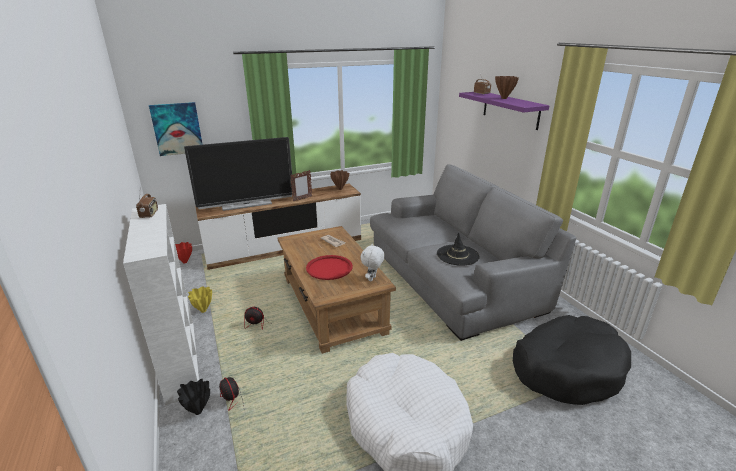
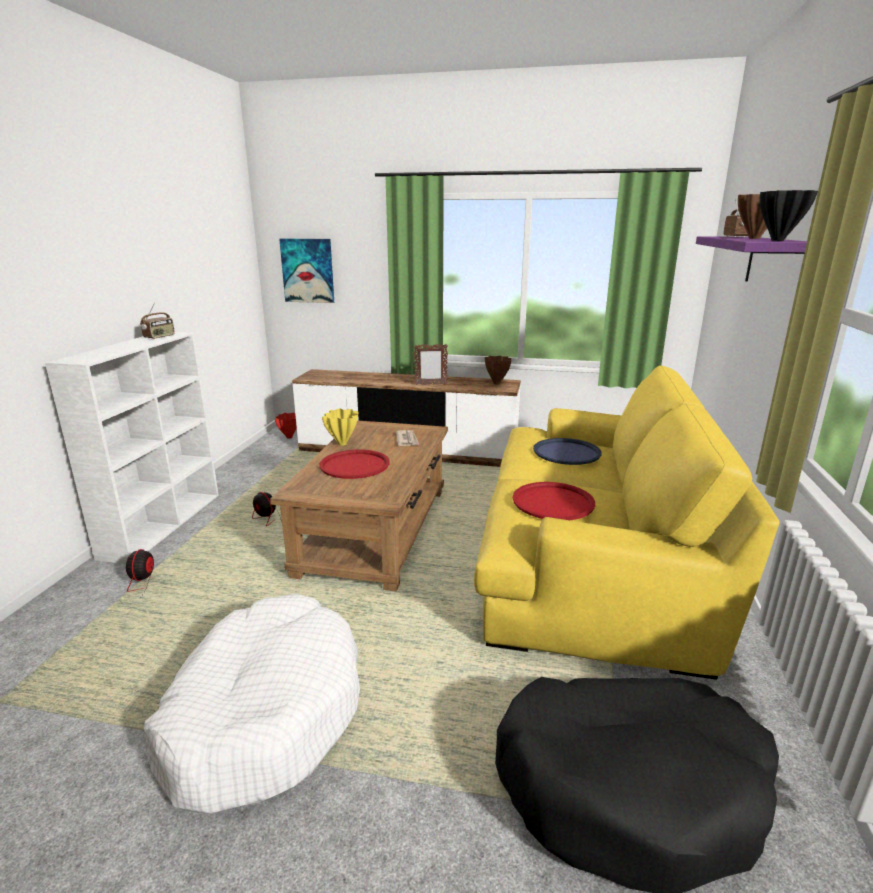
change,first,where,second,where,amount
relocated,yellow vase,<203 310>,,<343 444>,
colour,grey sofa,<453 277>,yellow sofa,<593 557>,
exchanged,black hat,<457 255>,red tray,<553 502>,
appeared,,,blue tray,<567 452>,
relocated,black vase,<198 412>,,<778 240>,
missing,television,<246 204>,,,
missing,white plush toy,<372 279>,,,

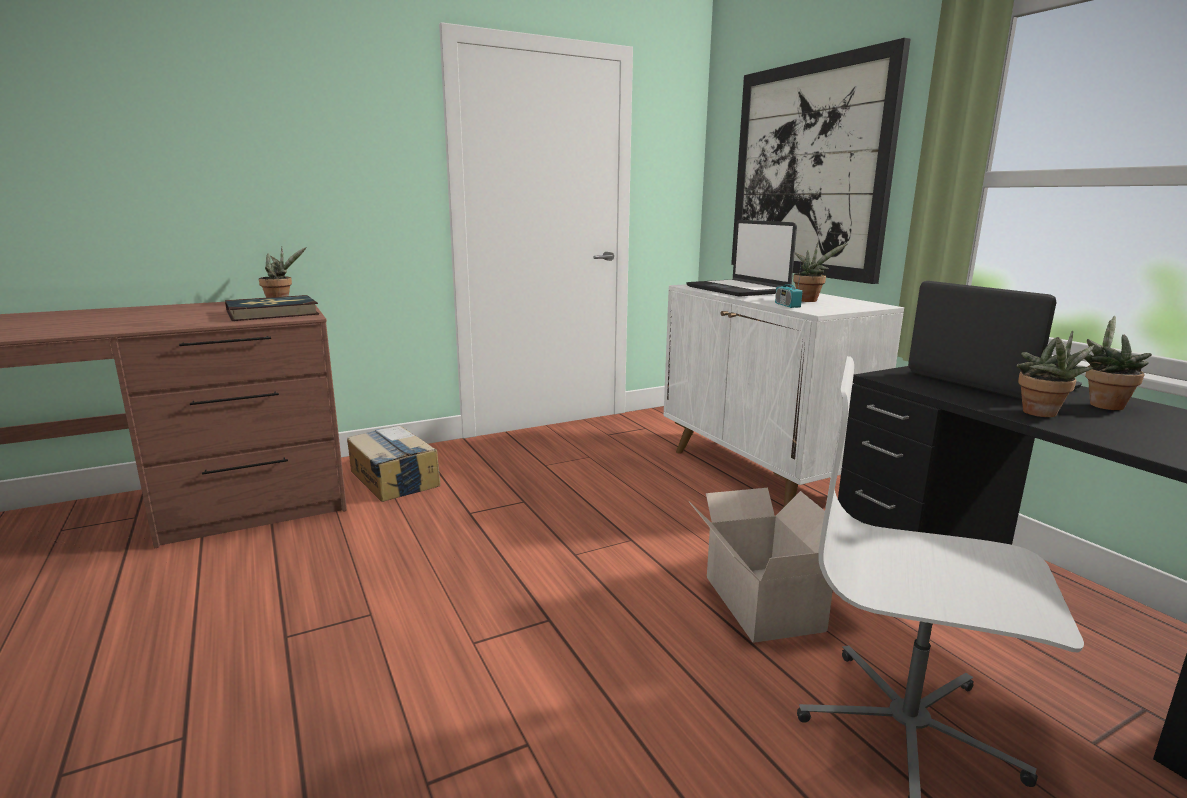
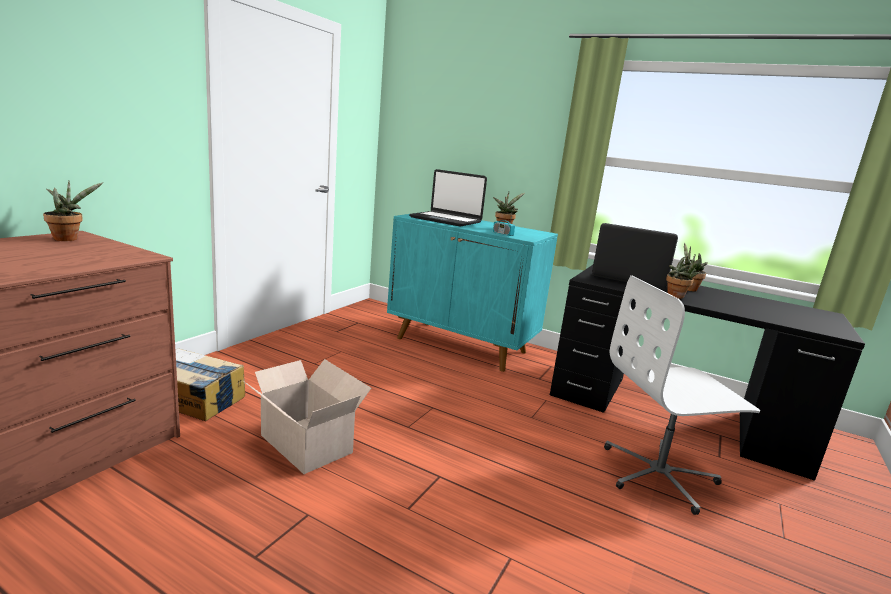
change,first,where,second,where,amount
relocated,cardboard box,<762 600>,,<305 442>,
colour,white cabinet,<760 473>,turquoise cabinet,<462 345>,
missing,book,<272 313>,,,
missing,picture,<808 170>,,,

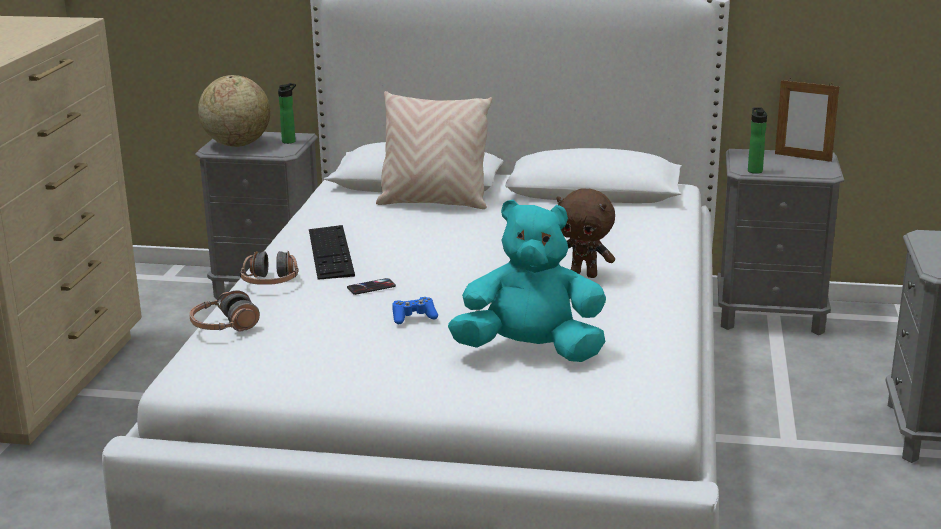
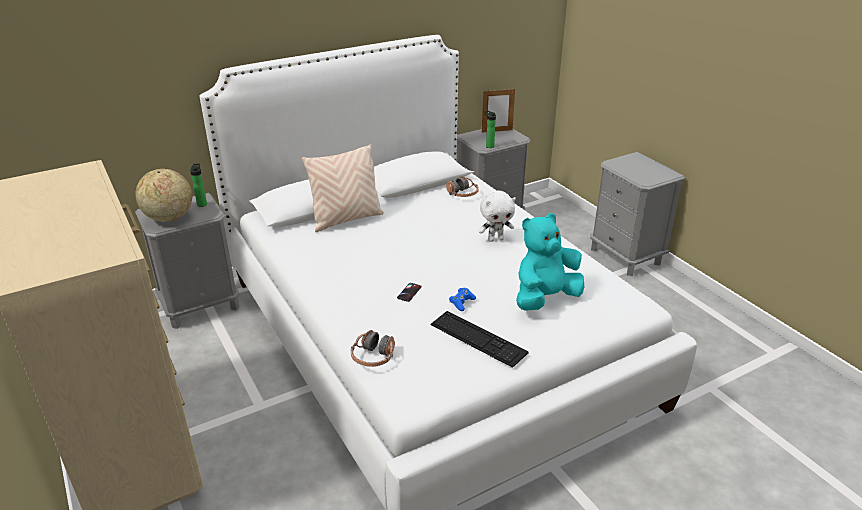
change,first,where,second,where,amount
relocated,keyboard,<330 252>,,<478 338>,
relocated,headphones,<270 282>,,<462 194>,
colour,brown plush toy,<584 274>,white plush toy,<495 239>,

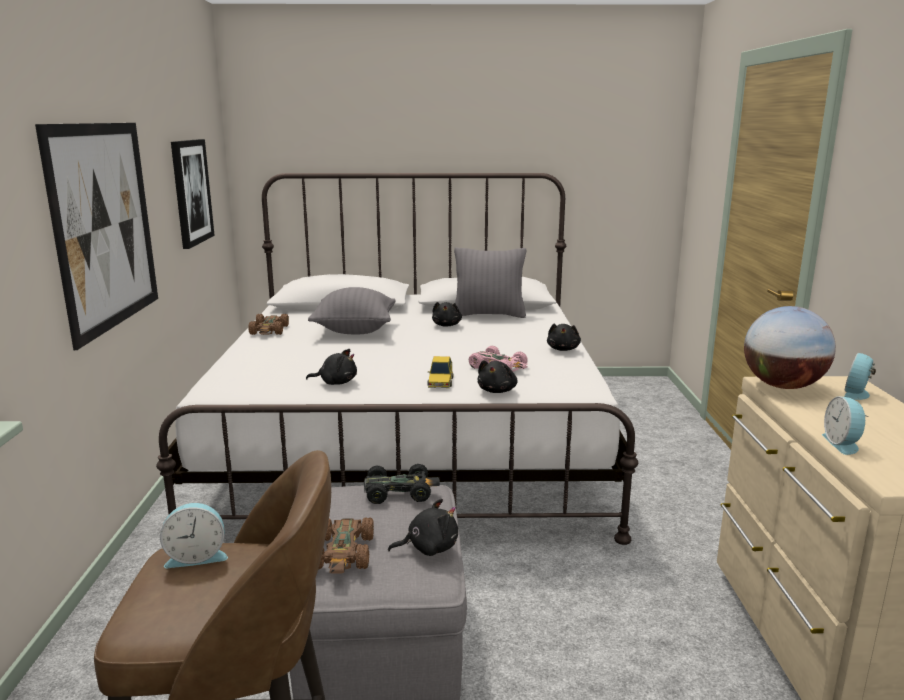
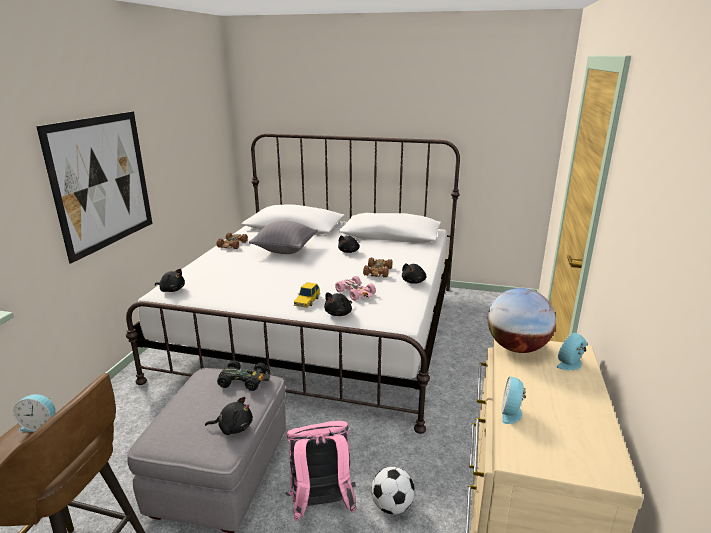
change,first,where,second,where,amount
relocated,black plush toy,<336 382>,,<171 290>,
appeared,,,pink backpack,<321 505>,
relocated,brown toy car,<344 553>,,<378 272>,
appeared,,,football,<392 506>,
missing,picture,<191 192>,,,
missing,grey pillow,<489 314>,,,

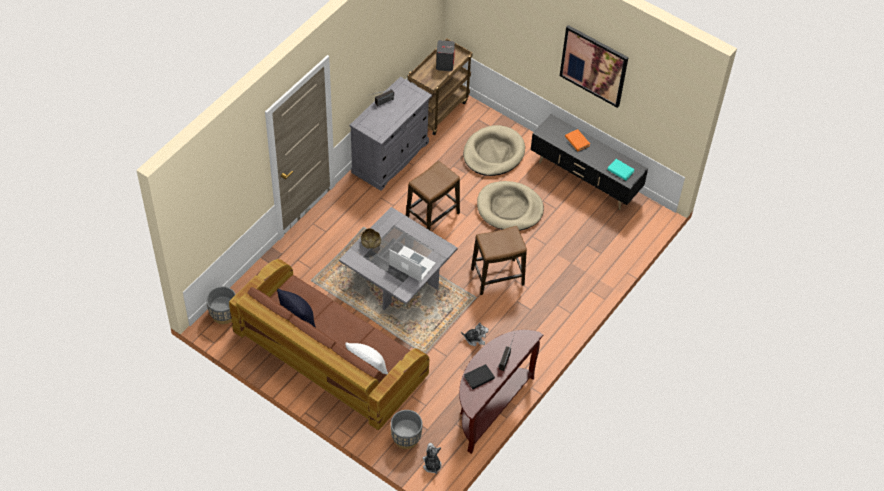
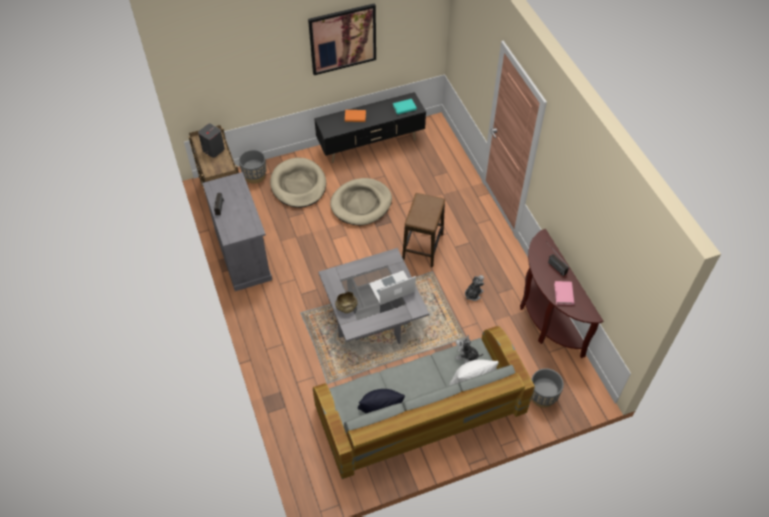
change,first,where,second,where,amount
relocated,grey planter,<223 314>,,<255 176>,
colour,brown sofa,<329 356>,grey sofa,<420 412>,
relocated,plush toy,<431 464>,,<466 356>,
colour,black book,<479 378>,pink book,<564 294>,
missing,stool,<432 216>,,,

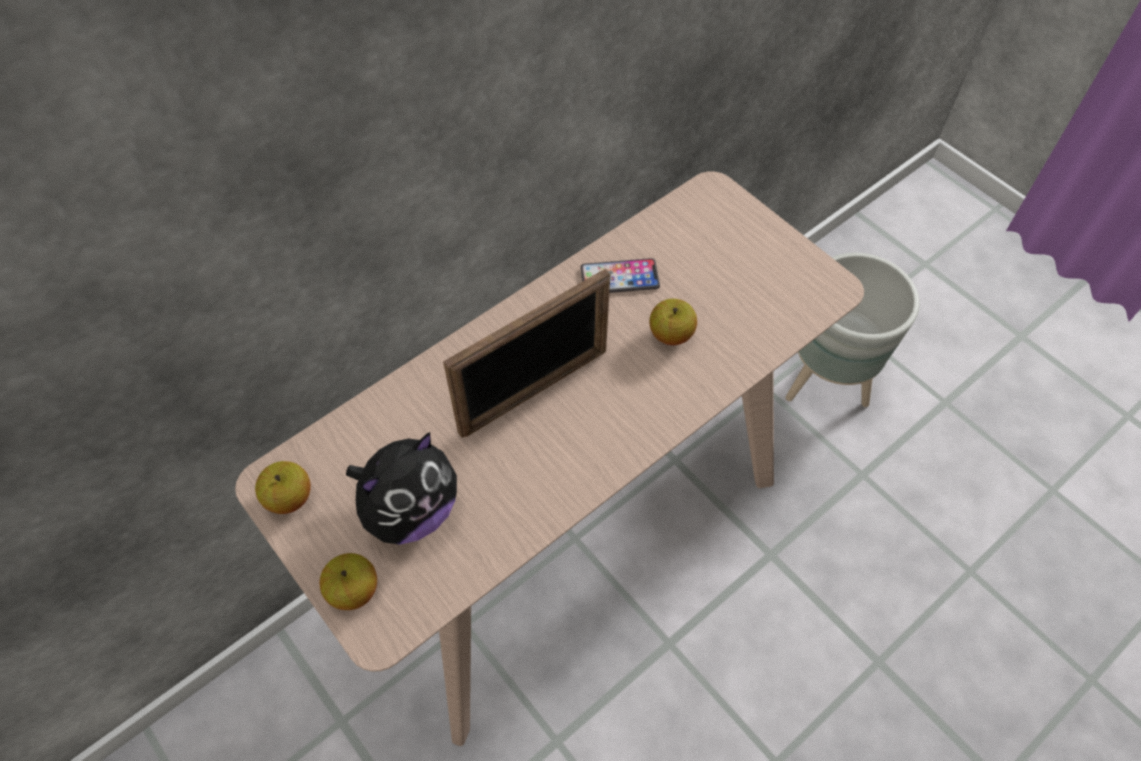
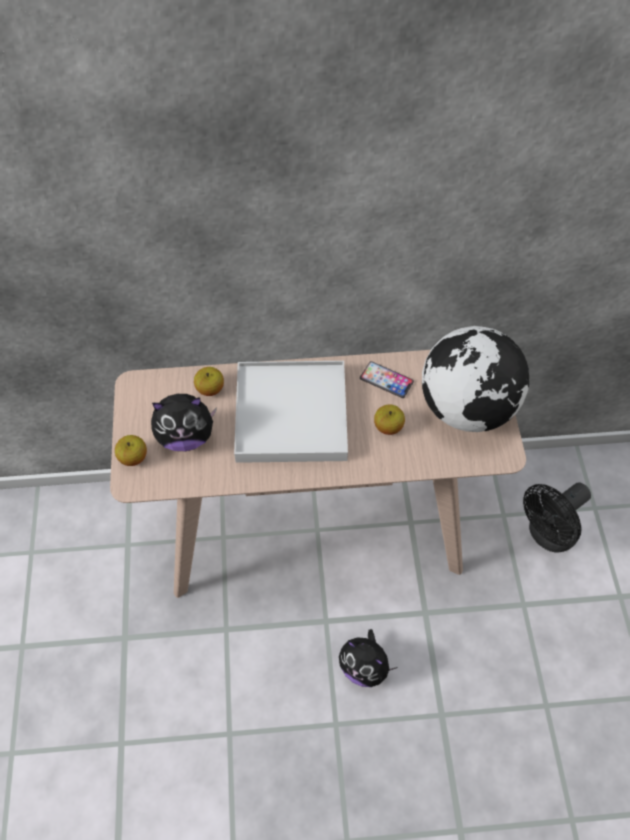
change,first,where,second,where,amount
relocated,apple,<289 498>,,<210 389>,
exchanged,picture frame,<534 391>,white tray,<291 414>,
appeared,,,plush toy,<364 667>,
appeared,,,globe,<467 408>,
exchanged,grey planter,<827 382>,black fan,<547 535>,

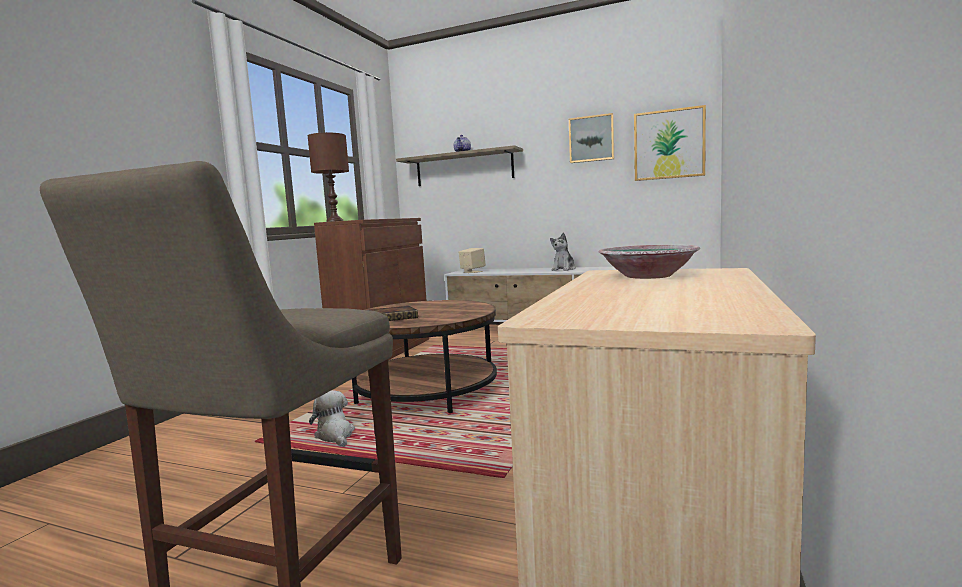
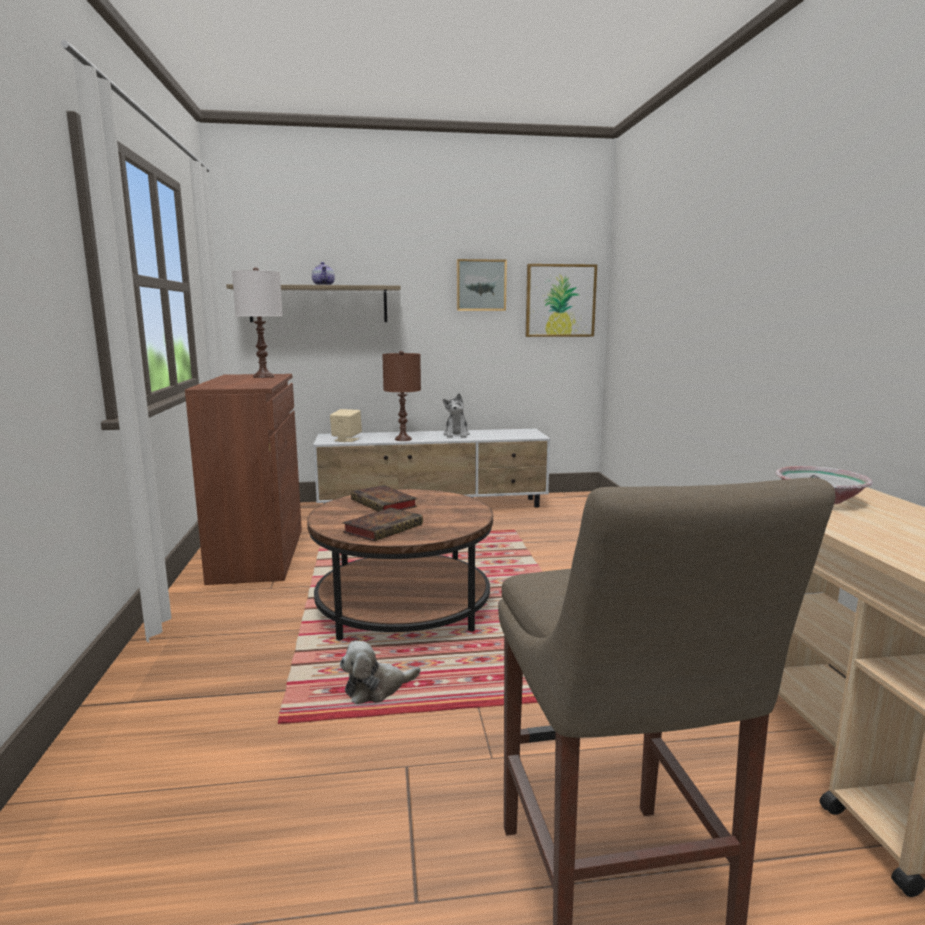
change,first,where,second,where,amount
appeared,,,white table lamp,<263 377>,
spun,plush toy,<335 435>,,<376 689>,60 degrees counterclockwise
appeared,,,book,<385 504>,
relocated,brown table lamp,<335 221>,,<403 439>,

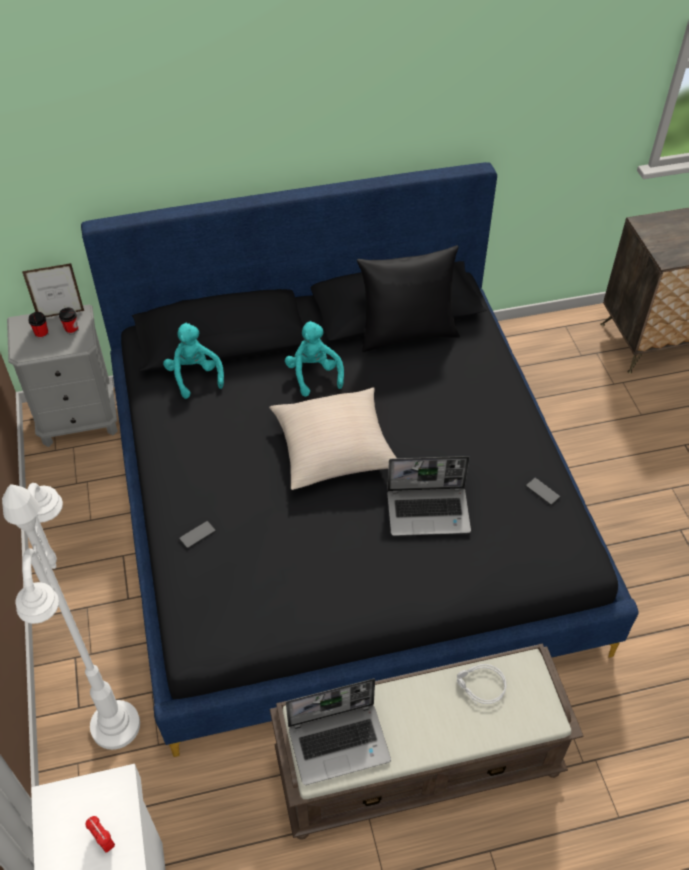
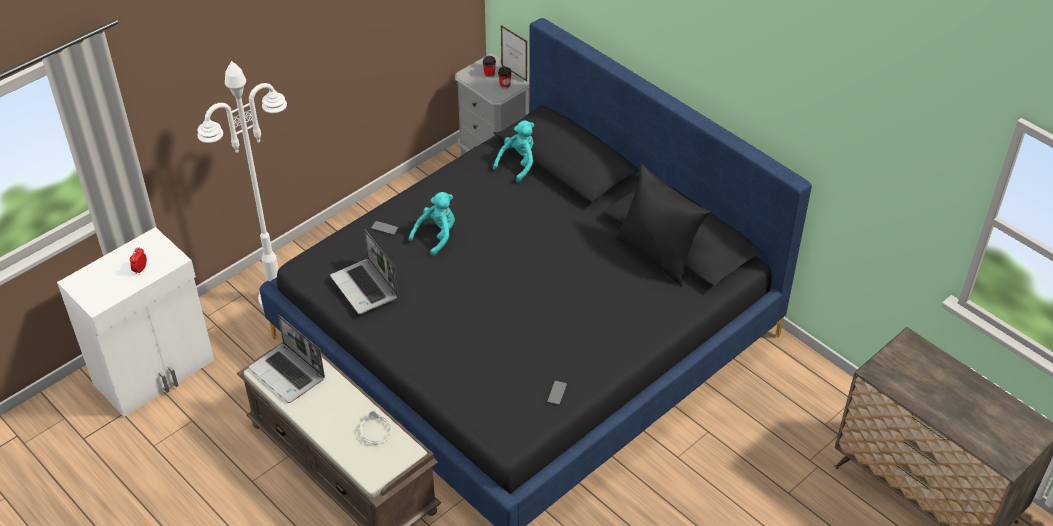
change,first,where,second,where,amount
relocated,laptop,<429 511>,,<365 288>,
relocated,turquoise plush toy,<314 374>,,<437 236>,
missing,beige pillow,<334 449>,,,

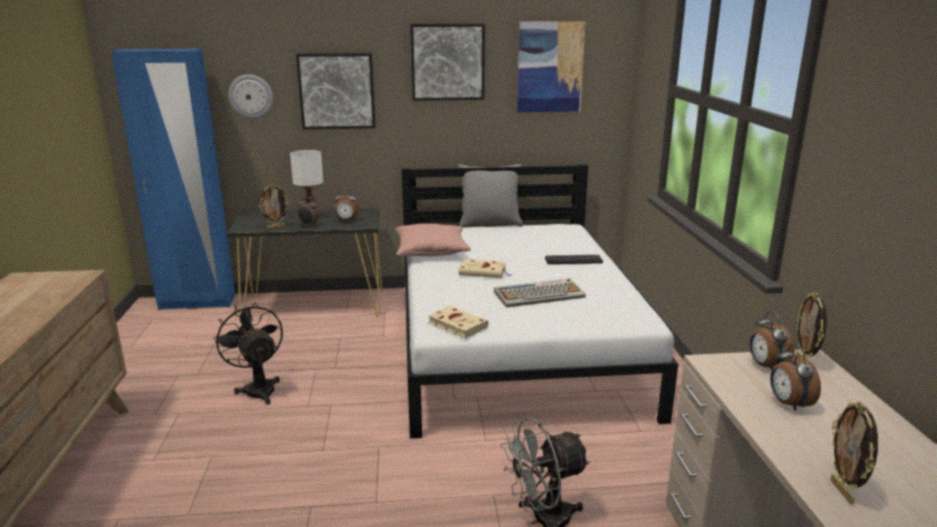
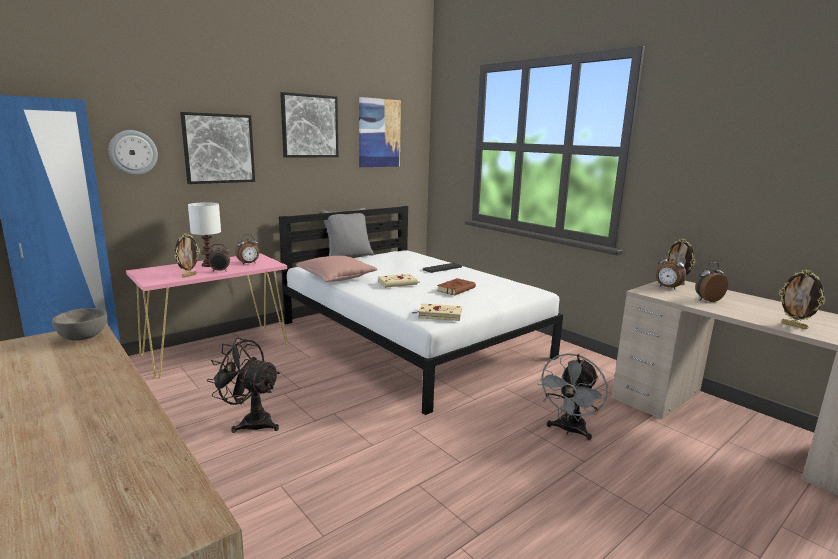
change,first,where,second,where,amount
appeared,,,grey bowl,<83 338>,
colour,black console table,<315 306>,pink console table,<217 350>,
exchanged,keyboard,<539 294>,brown book,<456 289>,
spun,alarm clock,<788 404>,,<707 300>,120 degrees clockwise

